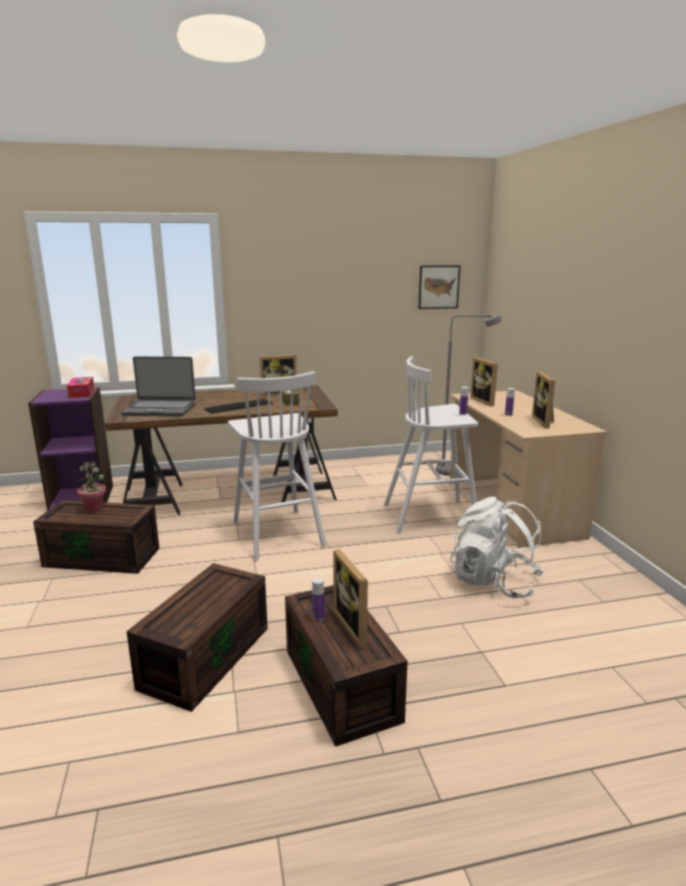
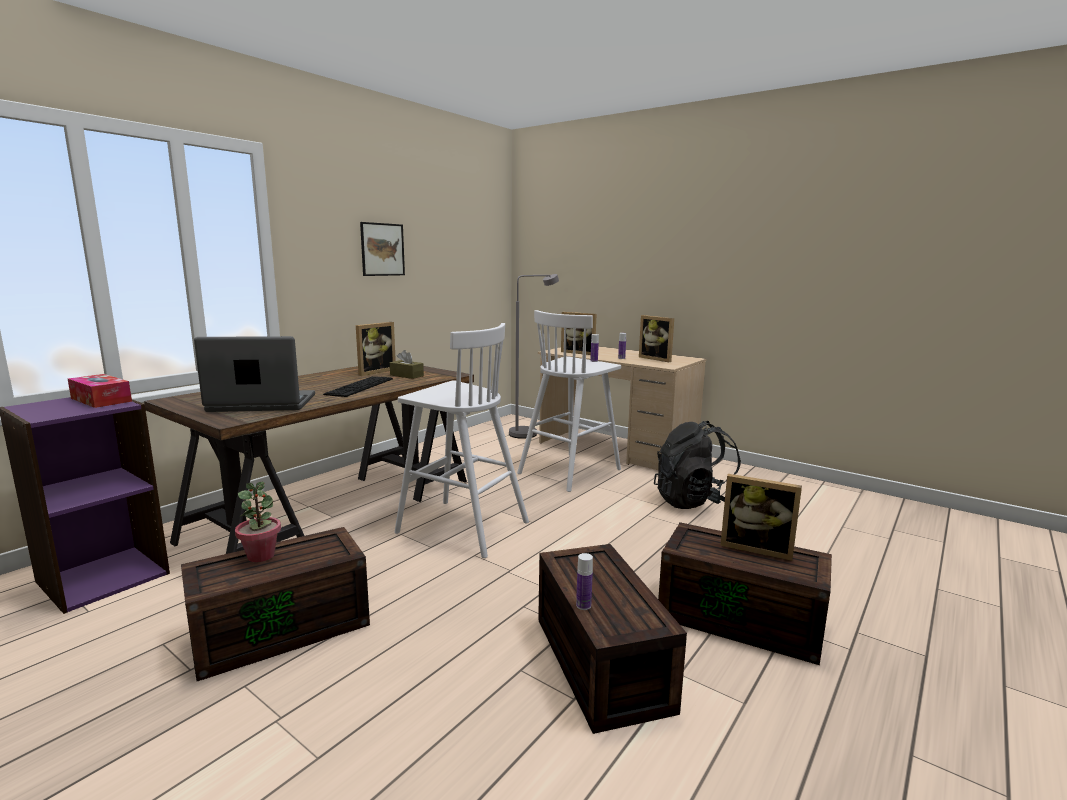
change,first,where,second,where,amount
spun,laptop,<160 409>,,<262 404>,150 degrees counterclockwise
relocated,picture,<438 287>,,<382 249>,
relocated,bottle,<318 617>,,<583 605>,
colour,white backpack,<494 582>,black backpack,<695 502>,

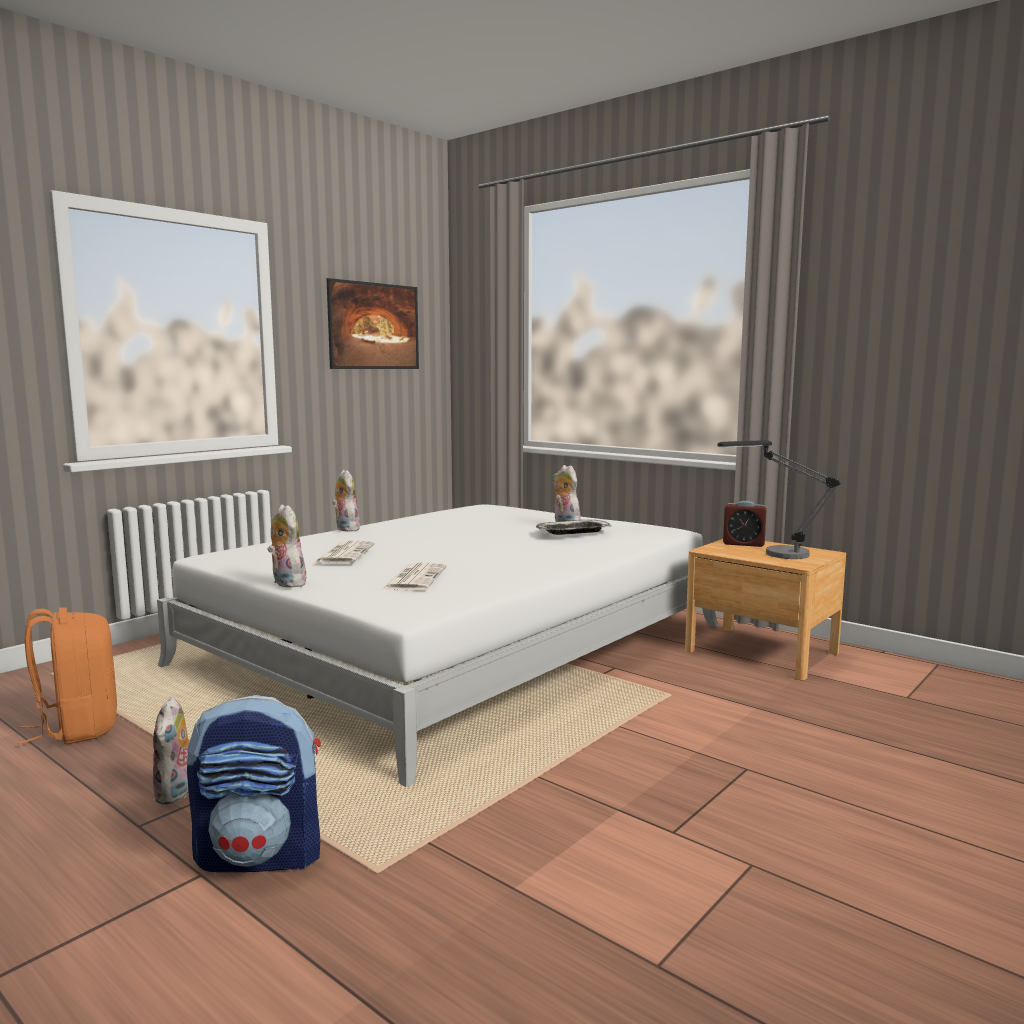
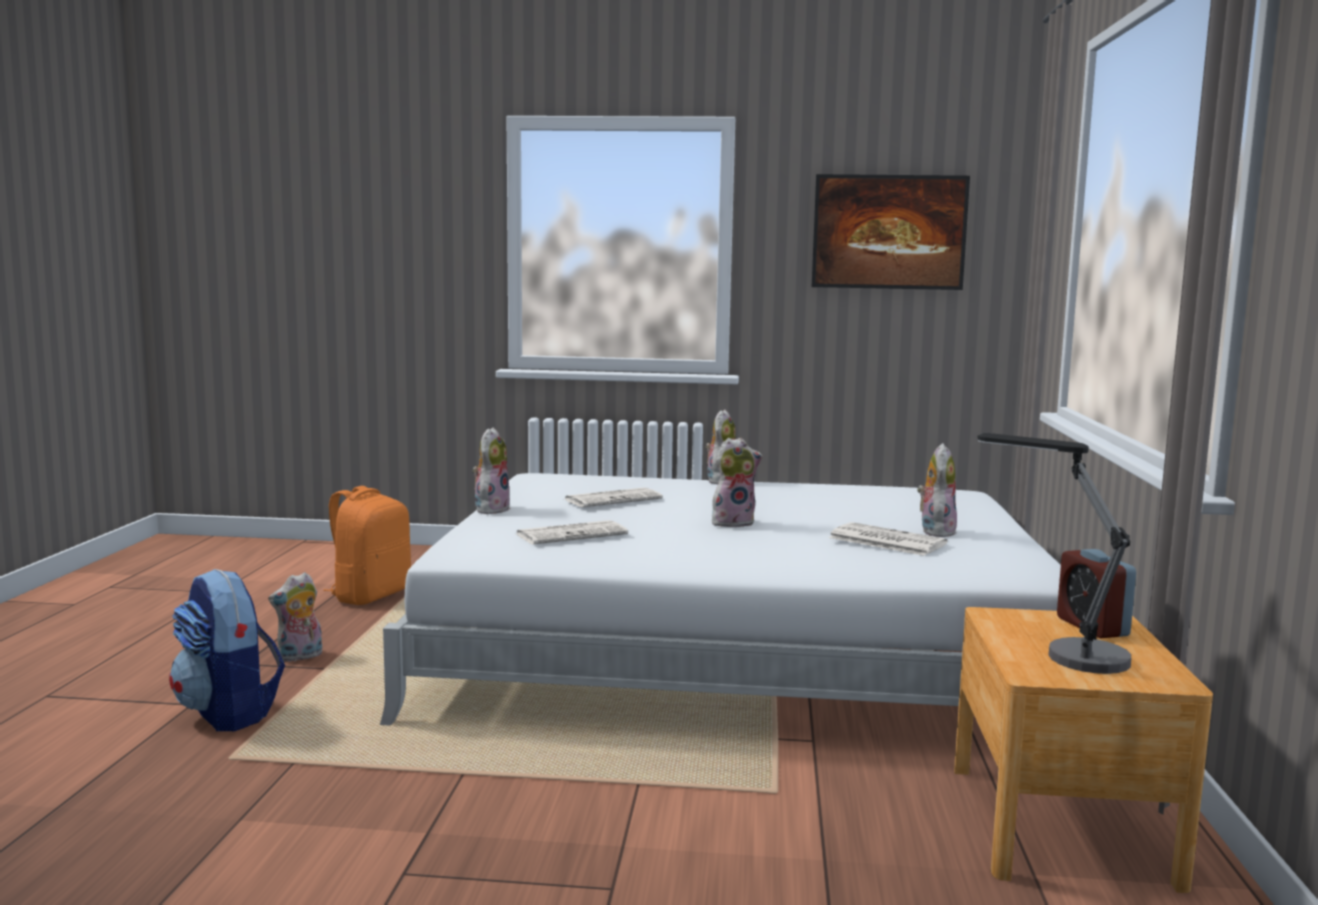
change,first,where,second,where,amount
appeared,,,plush toy,<733 522>,
exchanged,tray,<573 532>,newspaper,<885 541>,

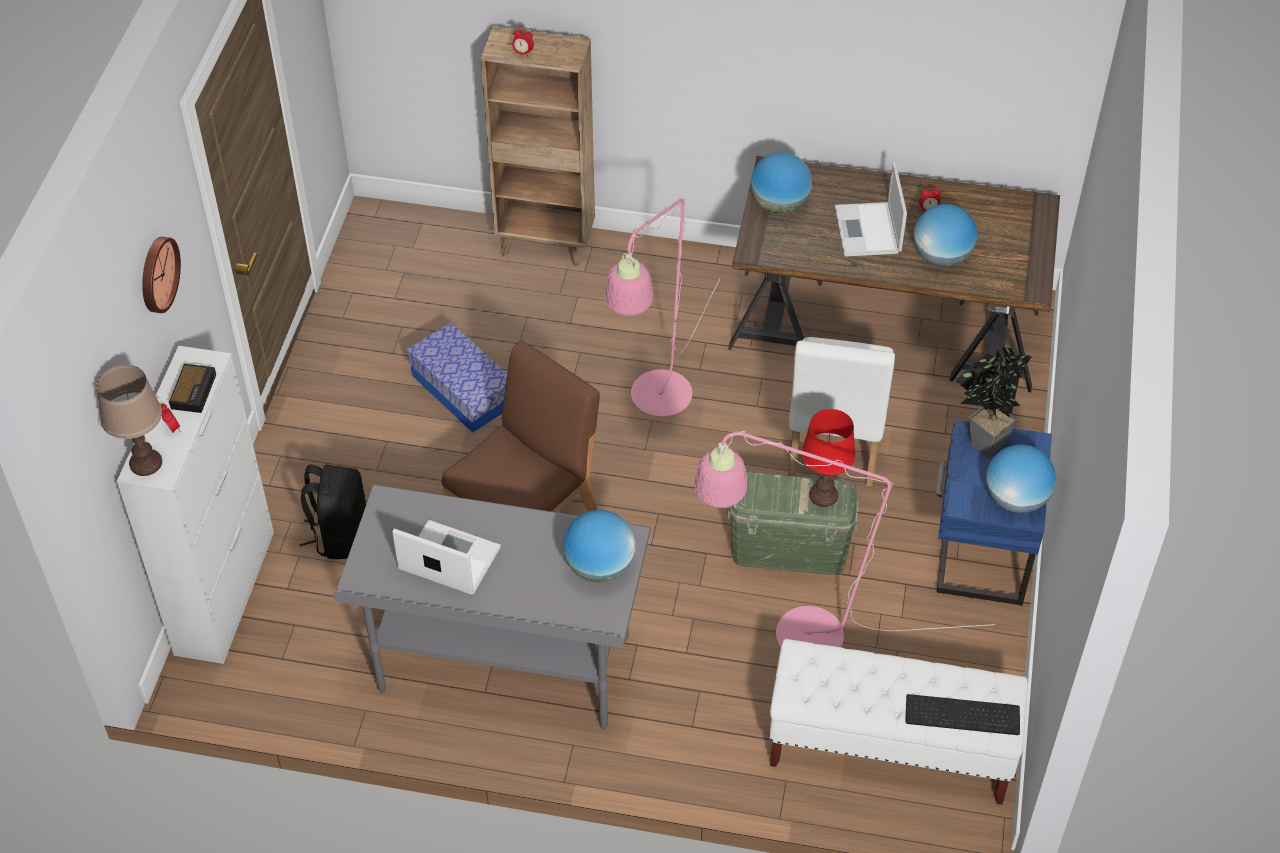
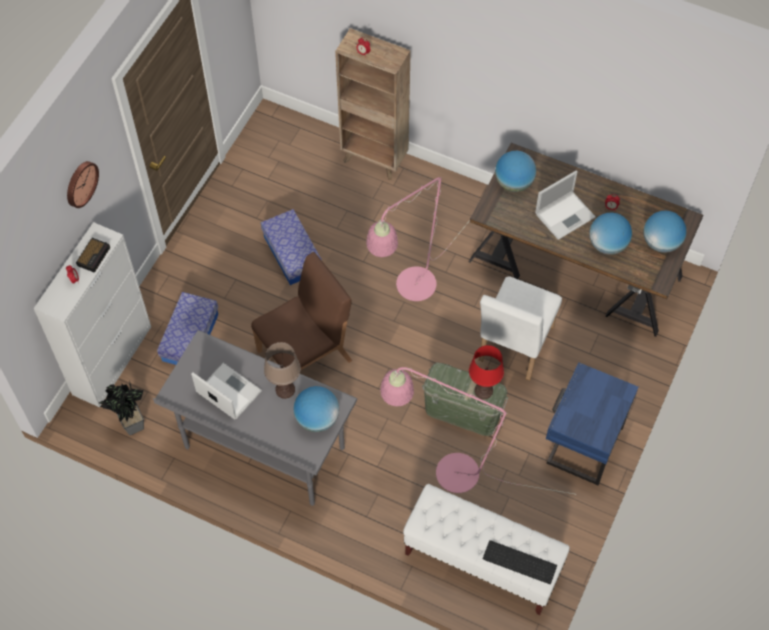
change,first,where,second,where,amount
relocated,potted plant,<981 445>,,<130 426>,
exchanged,black backpack,<340 535>,storage box,<190 337>,
relocated,brown table lamp,<145 463>,,<285 389>,
spun,laptop,<868 231>,,<565 215>,135 degrees counterclockwise
relocated,globe,<1016 499>,,<661 243>,

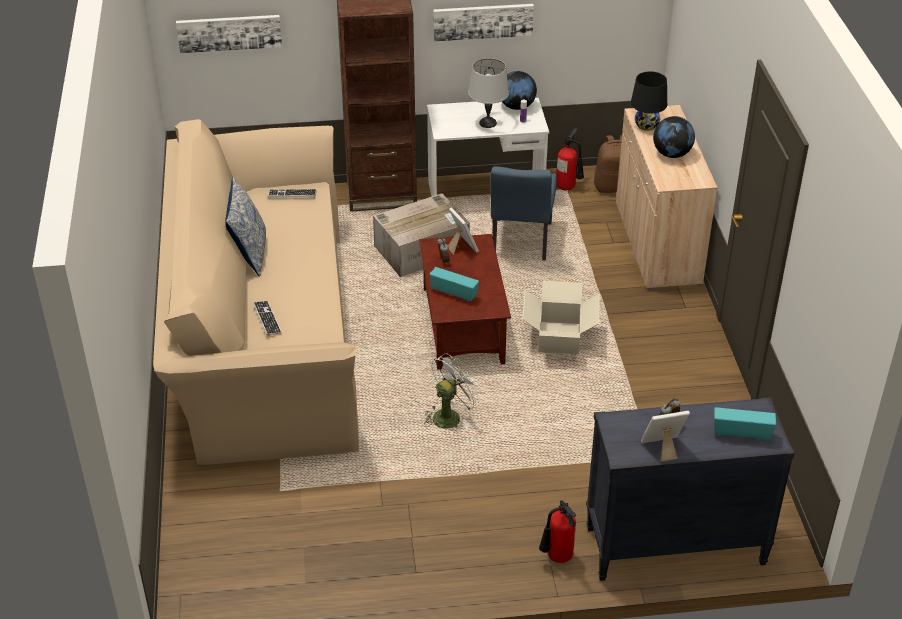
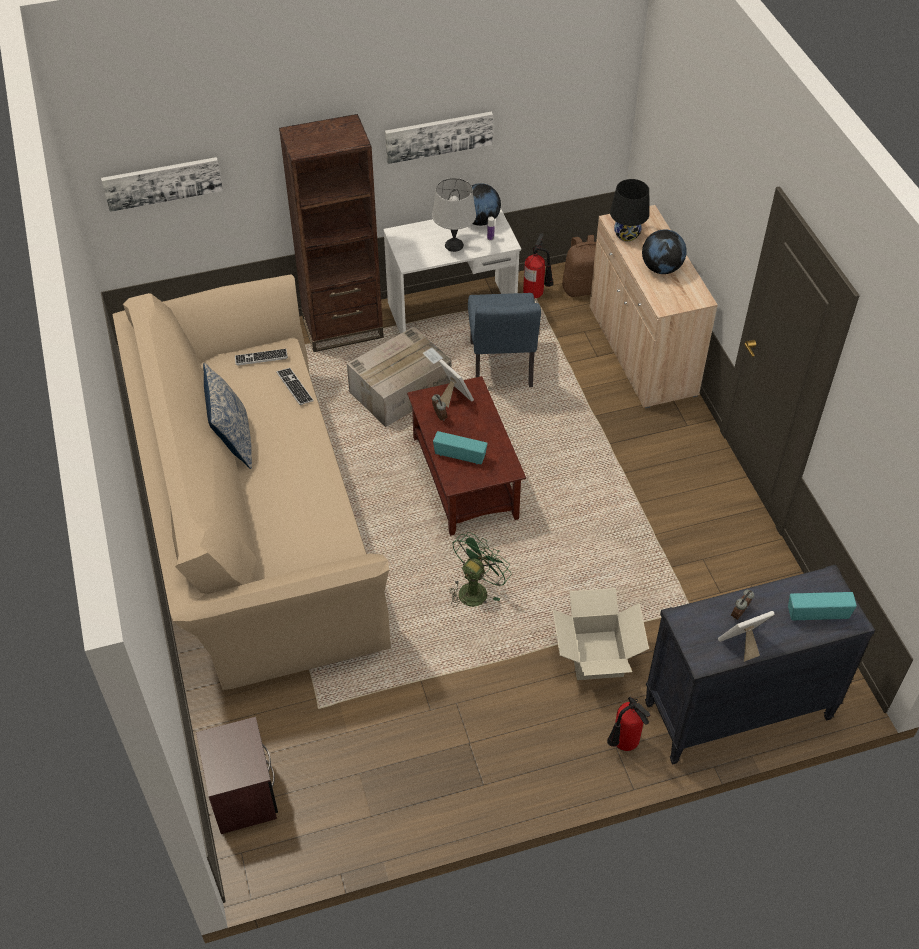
change,first,where,second,where,amount
appeared,,,brown nightstand,<243 794>,
relocated,keyboard,<267 319>,,<295 387>,
colour,white fan,<450 415>,green fan,<476 589>,
relocated,cardboard box,<558 338>,,<595 655>,

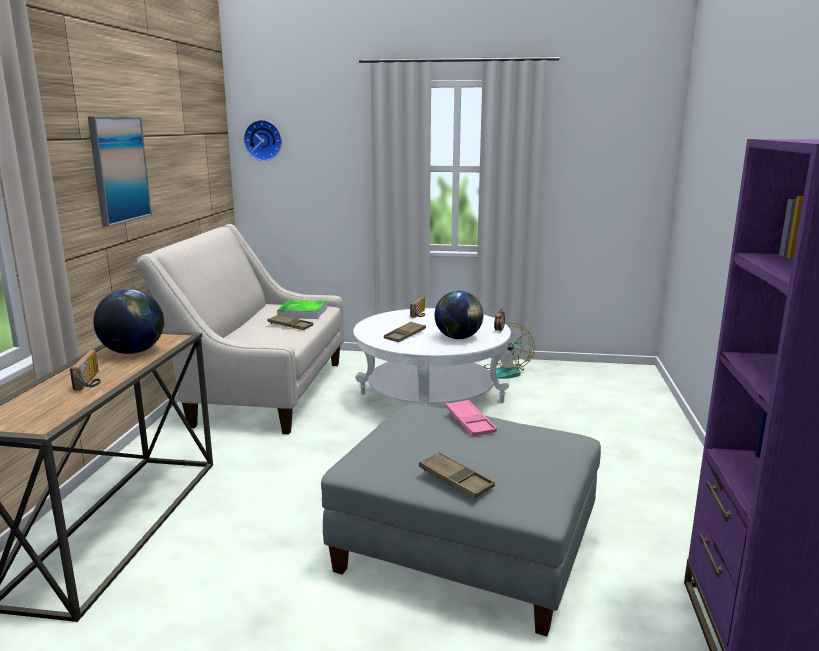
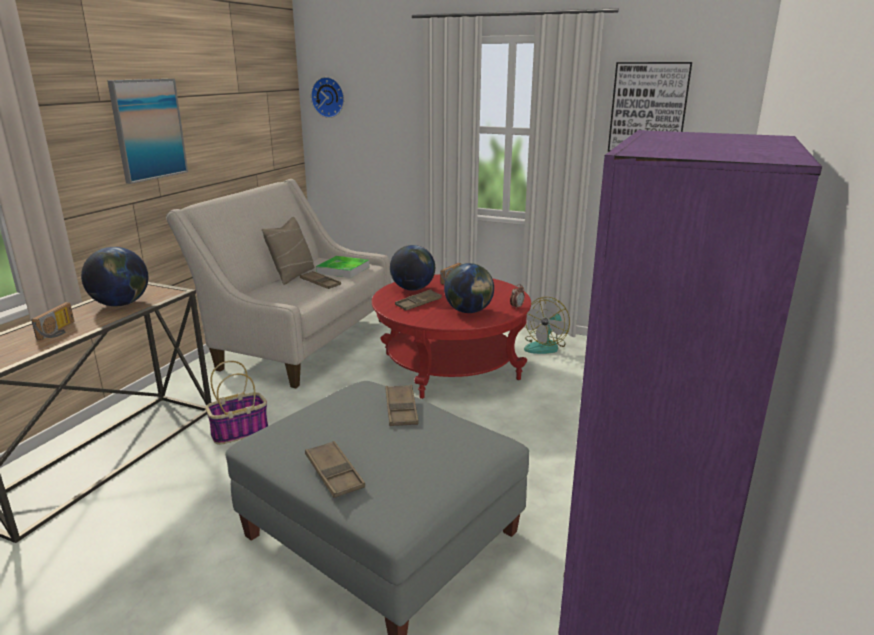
change,first,where,second,where,amount
appeared,,,basket,<240 431>,
appeared,,,beige pillow,<292 275>,
colour,white coffee table,<430 398>,red coffee table,<450 366>,
colour,pink tray,<469 422>,brown tray,<401 409>,
appeared,,,globe,<412 289>,
appeared,,,picture,<648 108>,

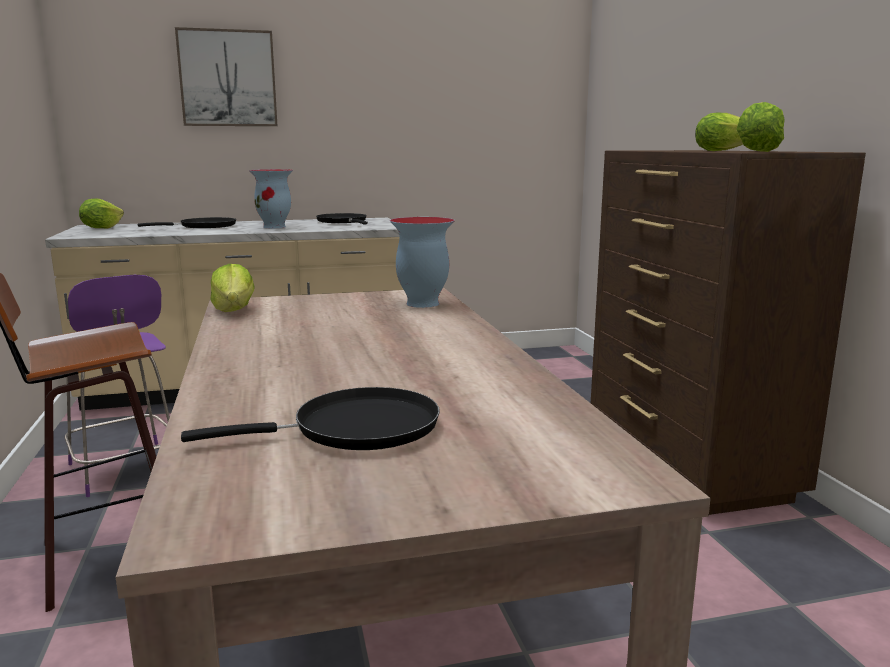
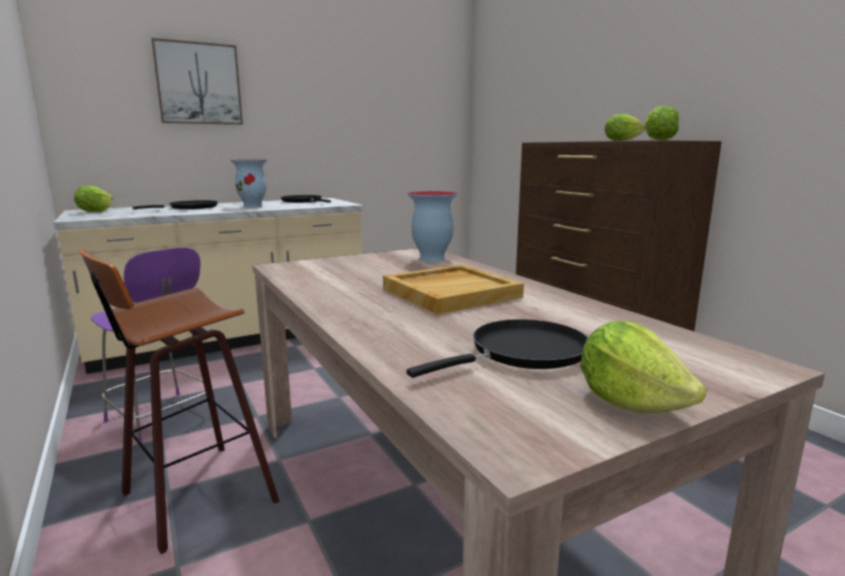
change,first,where,second,where,amount
appeared,,,beige tray,<451 292>,
relocated,lettuce,<234 310>,,<630 402>,

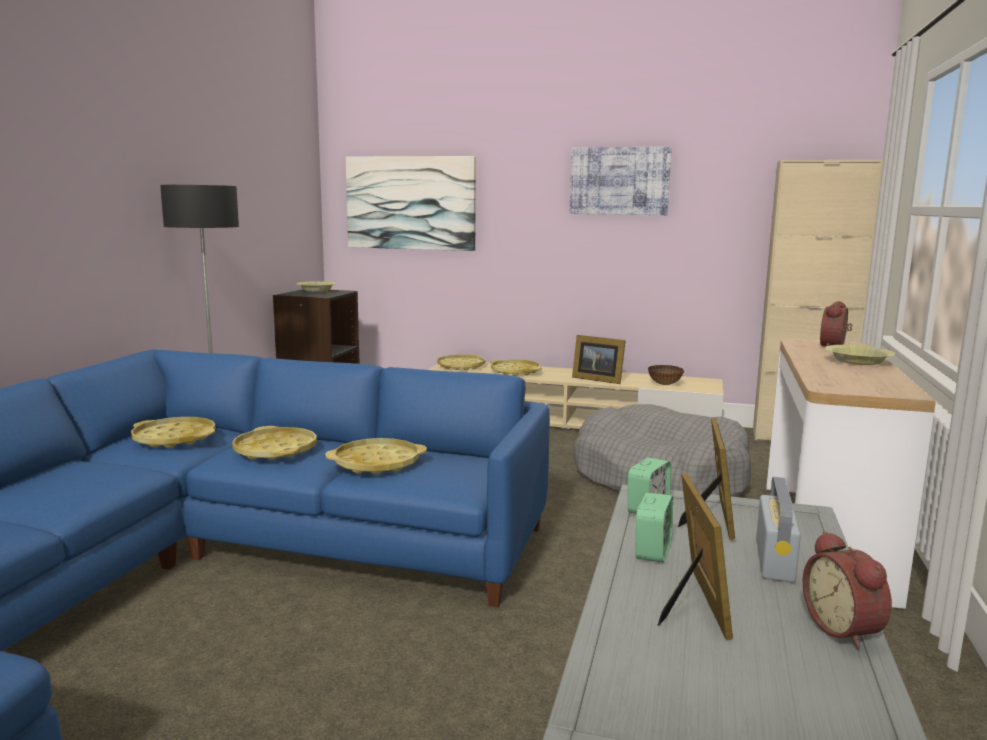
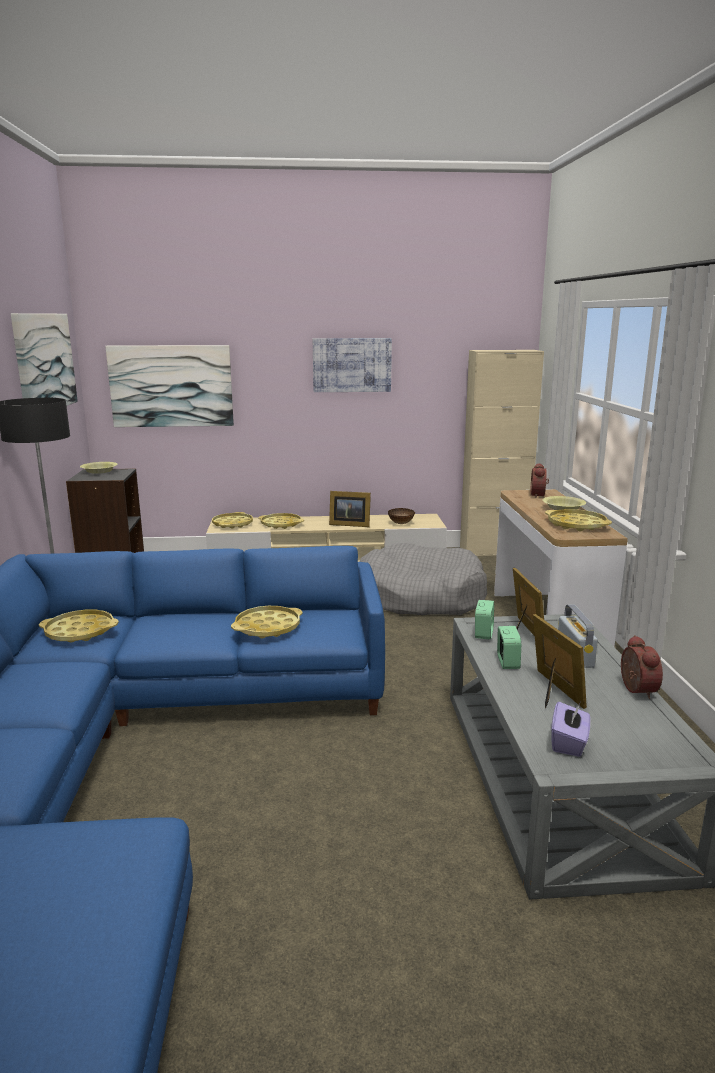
change,first,where,second,where,amount
appeared,,,picture,<44 362>,
relocated,yellow tray,<275 450>,,<576 525>,
appeared,,,purple tissue box,<569 743>,
spun,alarm clock,<845 629>,,<635 689>,150 degrees counterclockwise

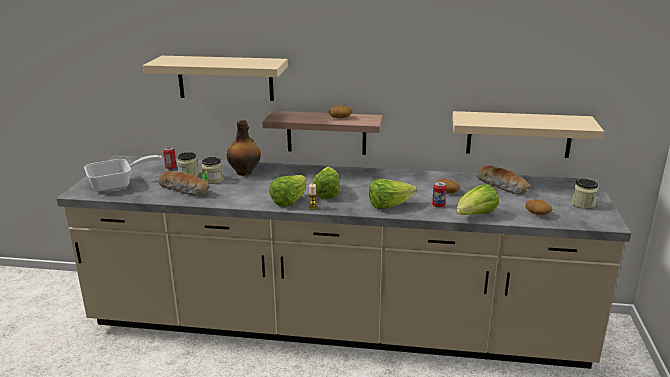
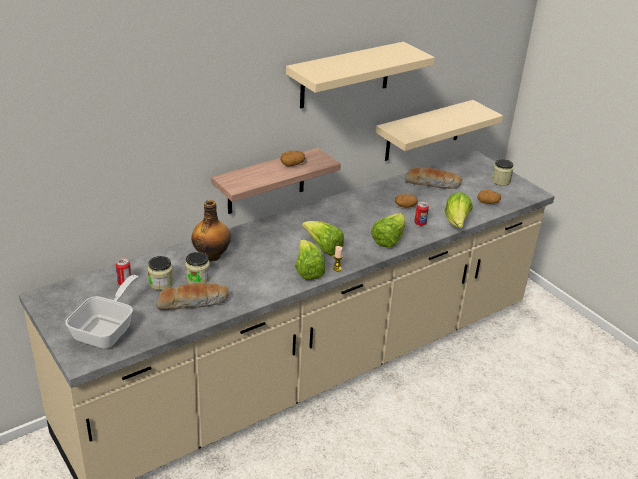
change,first,where,second,where,amount
relocated,beige shelf,<225 78>,,<345 75>,

